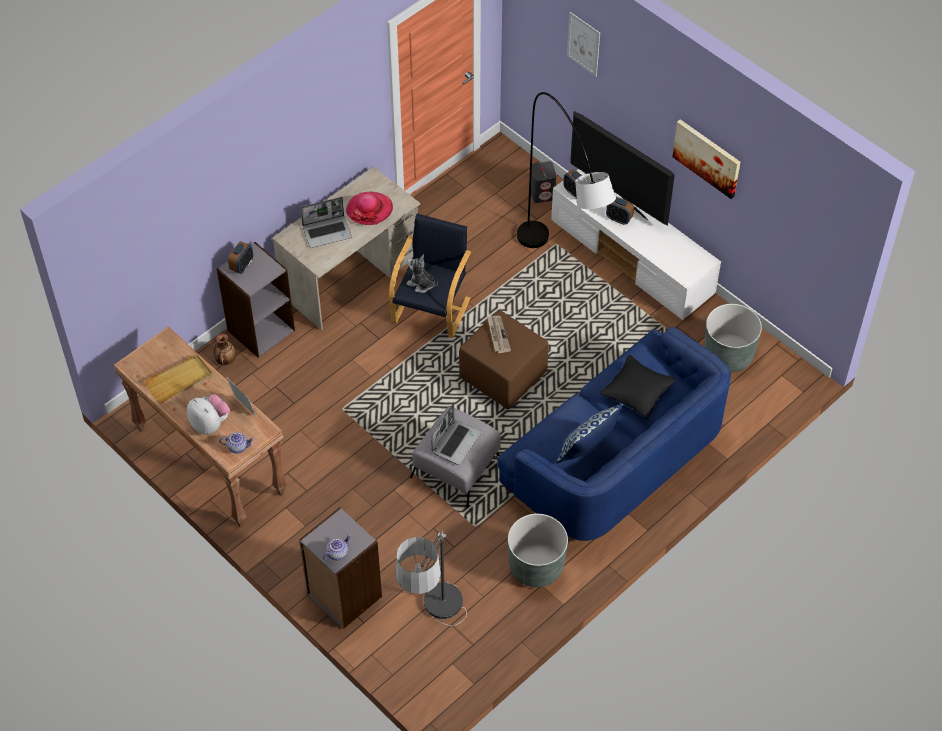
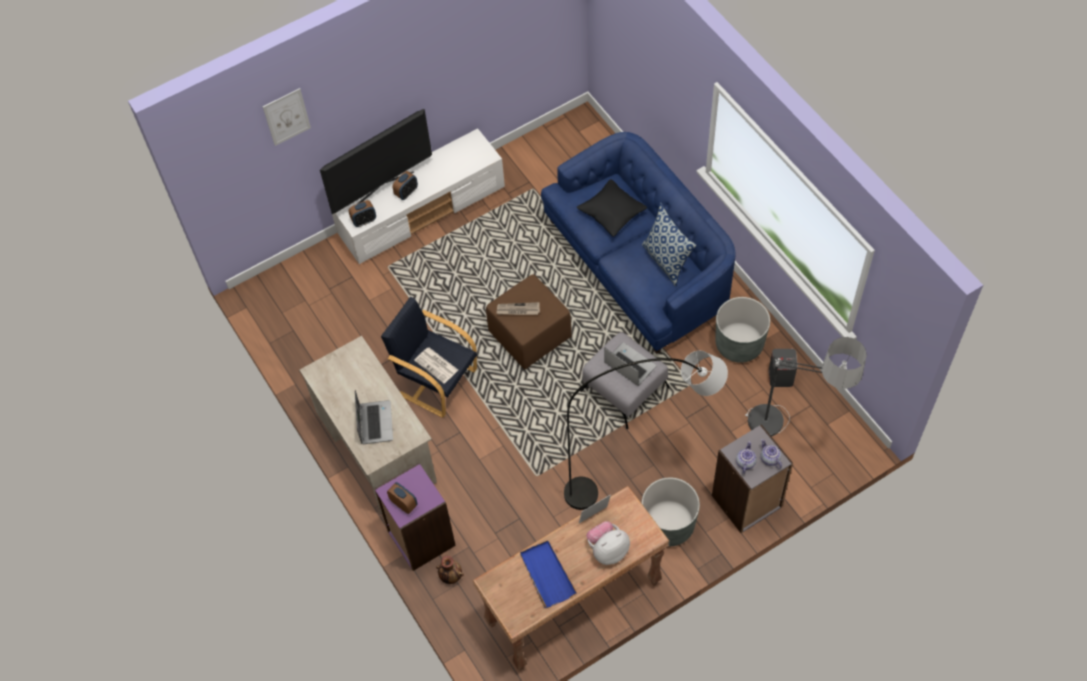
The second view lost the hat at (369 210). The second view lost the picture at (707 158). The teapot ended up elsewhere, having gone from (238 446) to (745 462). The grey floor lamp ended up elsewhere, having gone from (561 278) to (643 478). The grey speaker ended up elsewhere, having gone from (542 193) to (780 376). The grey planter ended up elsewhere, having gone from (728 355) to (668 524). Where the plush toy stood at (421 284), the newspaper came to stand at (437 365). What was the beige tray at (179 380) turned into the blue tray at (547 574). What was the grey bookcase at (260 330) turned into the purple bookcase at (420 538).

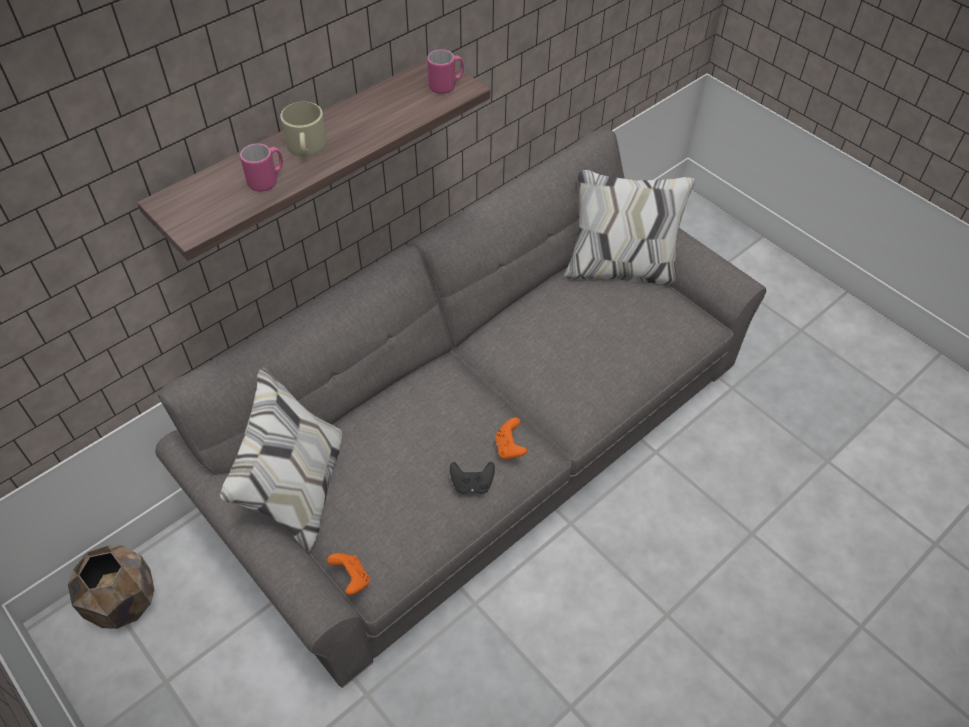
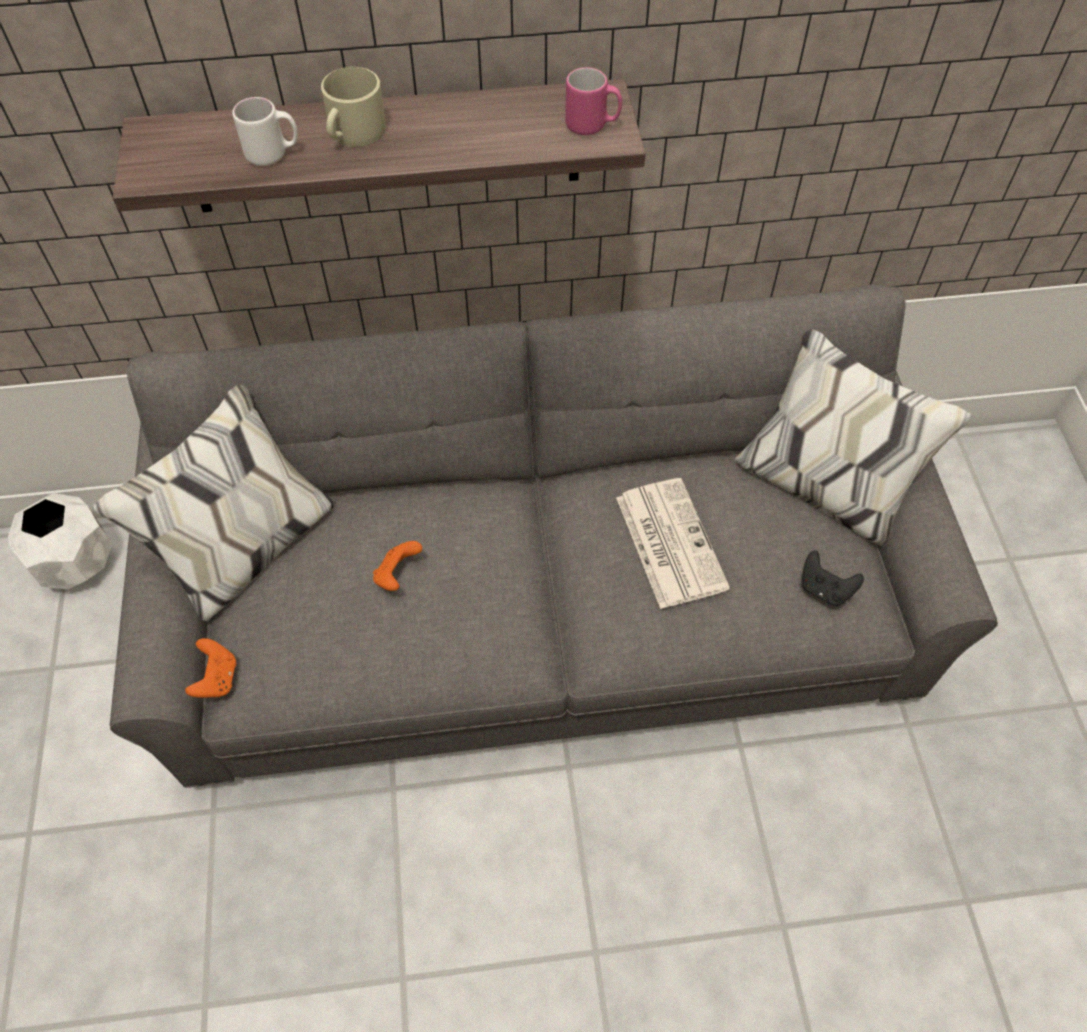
The second view gained the newspaper at (669 541). The black game controller ended up elsewhere, having gone from (472 485) to (824 589). The orange game controller ended up elsewhere, having gone from (509 448) to (397 575). What was the brown planter at (122 601) turned into the white planter at (76 562). What was the pink mug at (267 180) turned into the white mug at (273 154).

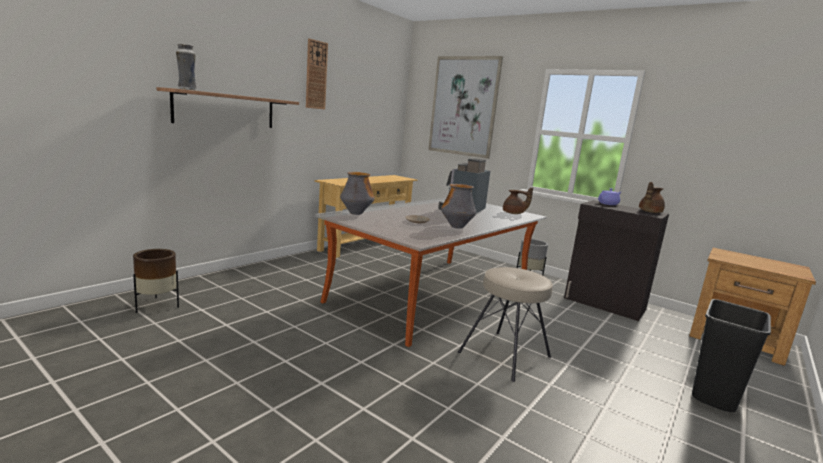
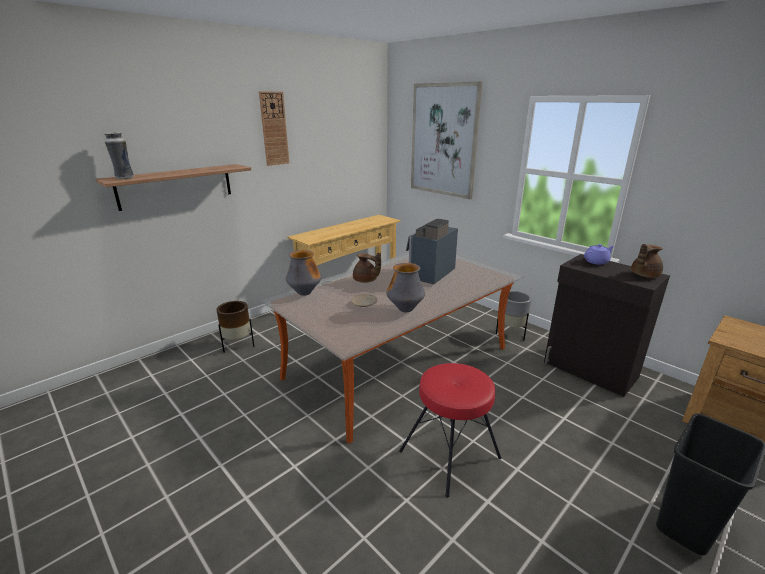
The brown planter ended up elsewhere, having gone from (157 305) to (238 345). The brown teapot ended up elsewhere, having gone from (514 213) to (366 280). What was the beige stool at (505 355) turned into the red stool at (450 455).

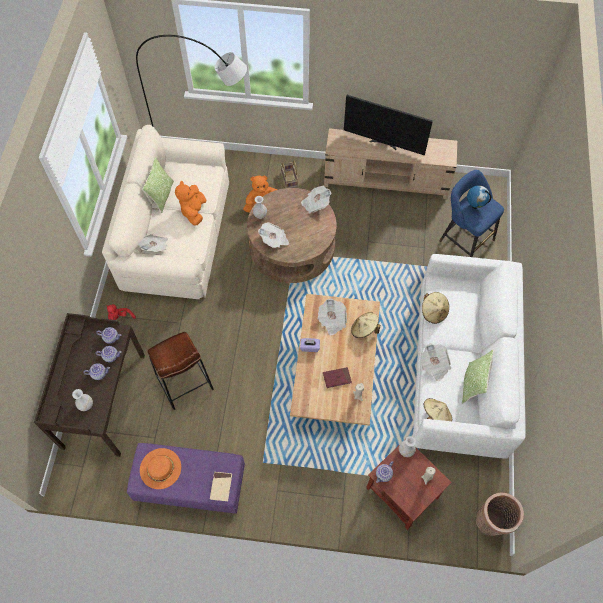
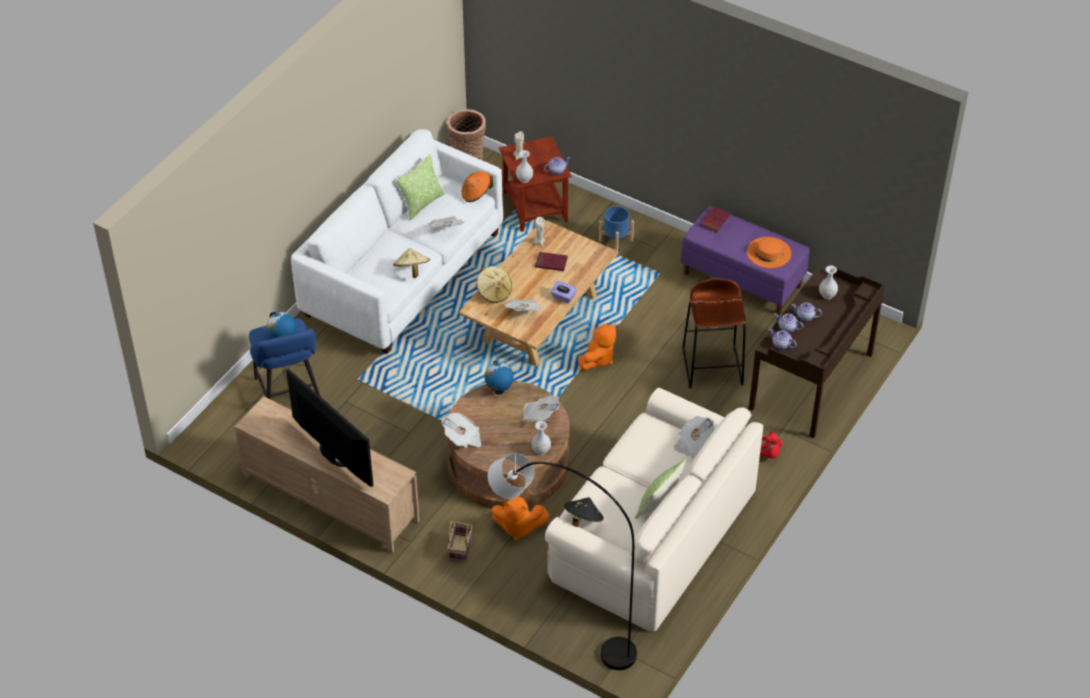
The second view gained the globe at (499 391). The second view gained the black hat at (583 520). The second view gained the blue planter at (616 240). The orange plush toy ended up elsewhere, having gone from (194 211) to (597 359). What was the beige book at (221 486) turned into the red book at (714 221). What was the beige hat at (435 415) turned into the orange hat at (476 194).

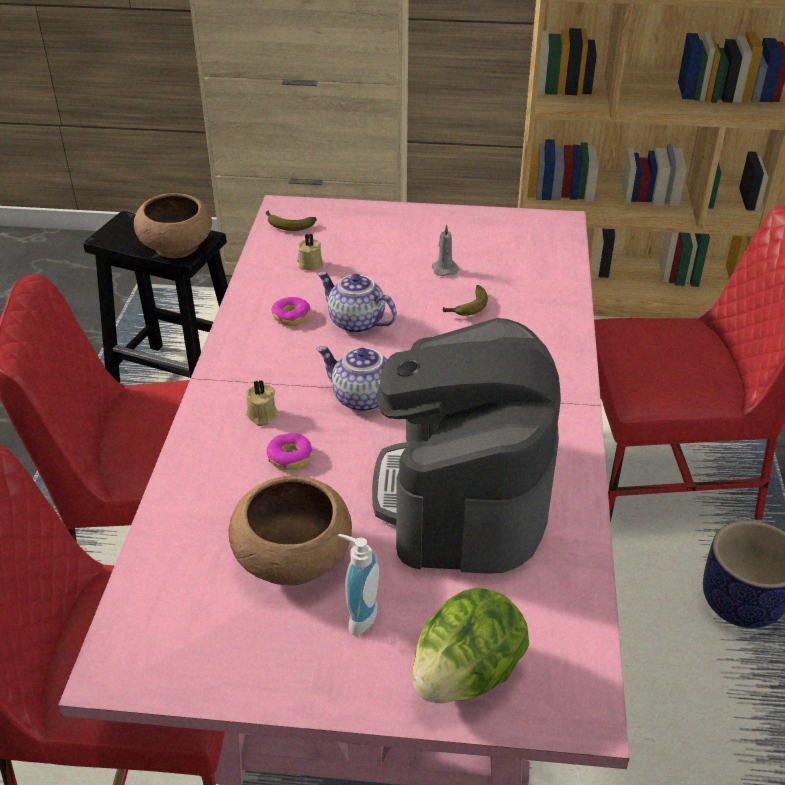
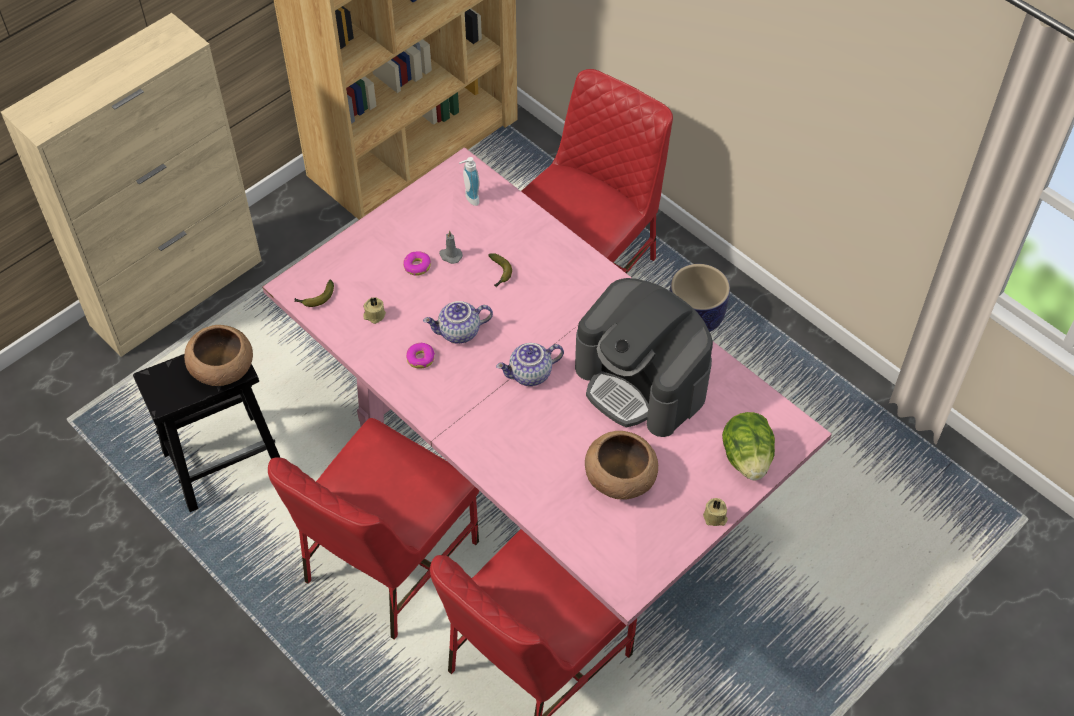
The beige candle ended up elsewhere, having gone from (261 415) to (715 518). The donut ended up elsewhere, having gone from (290 457) to (417 266). The soap dispenser ended up elsewhere, having gone from (358 616) to (469 198).

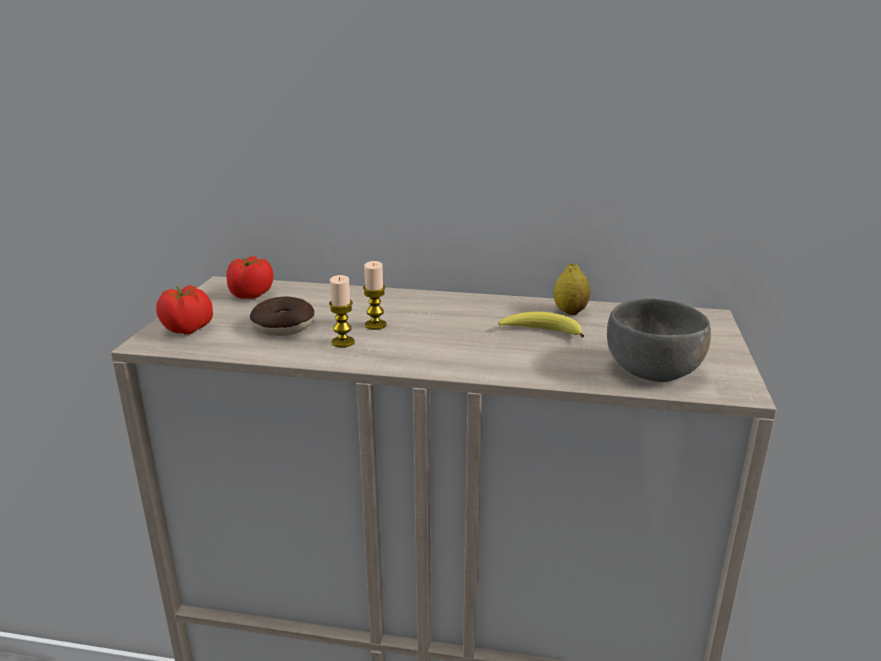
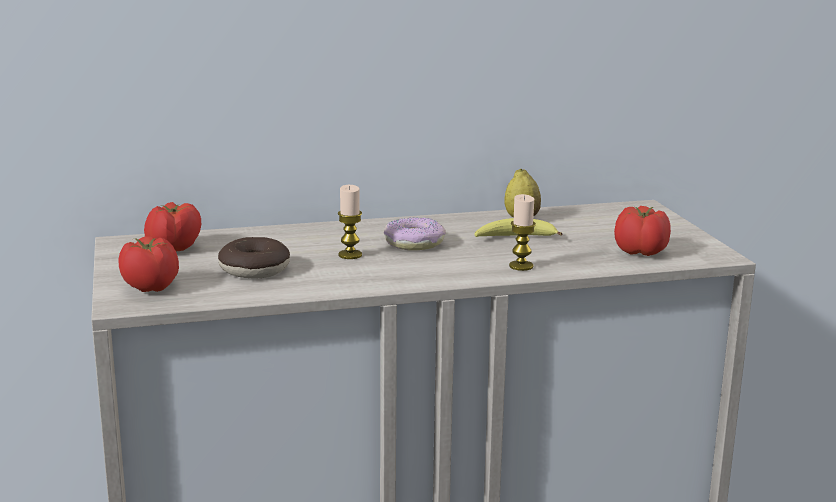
The second view gained the donut at (414 243). The candle ended up elsewhere, having gone from (343 342) to (521 266). Where the grey bowl stood at (654 371), the tomato came to stand at (641 252).

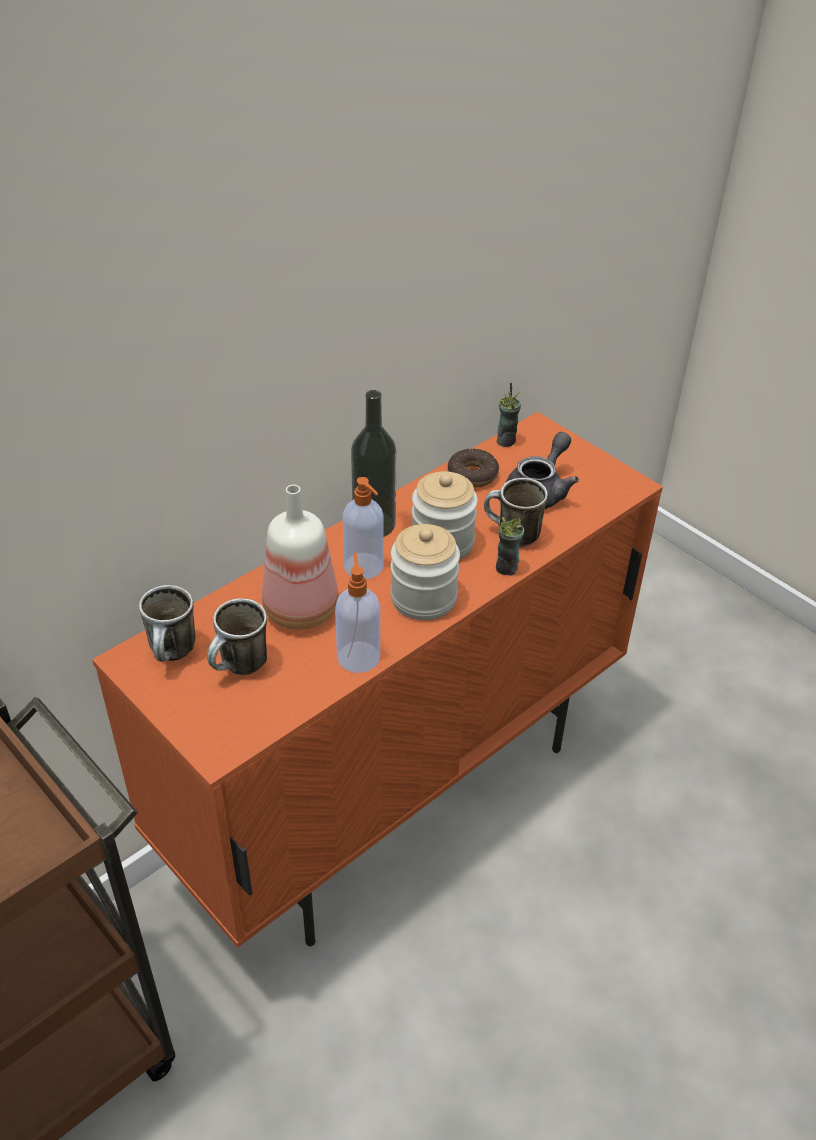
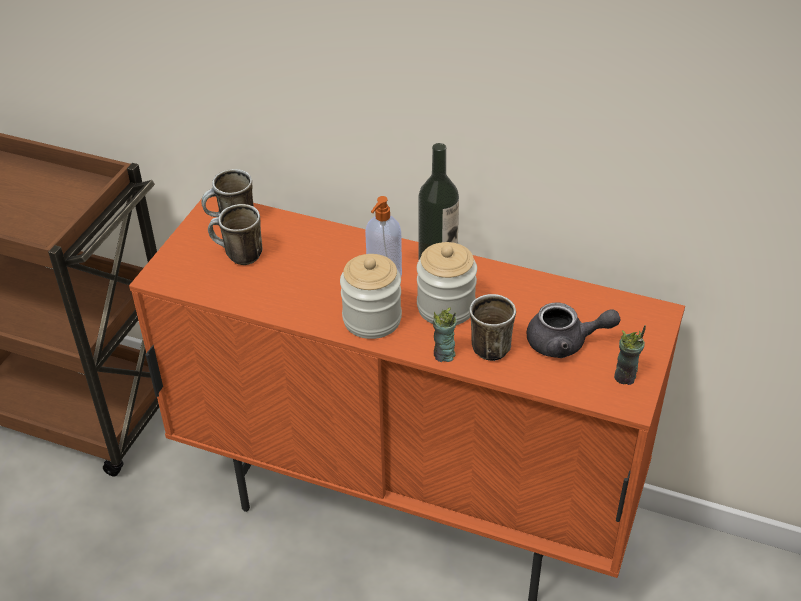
The second view lost the bottle at (303 611). The second view lost the soap dispenser at (358 656). The second view lost the donut at (472 475). The cup ended up elsewhere, having gone from (506 441) to (625 377).

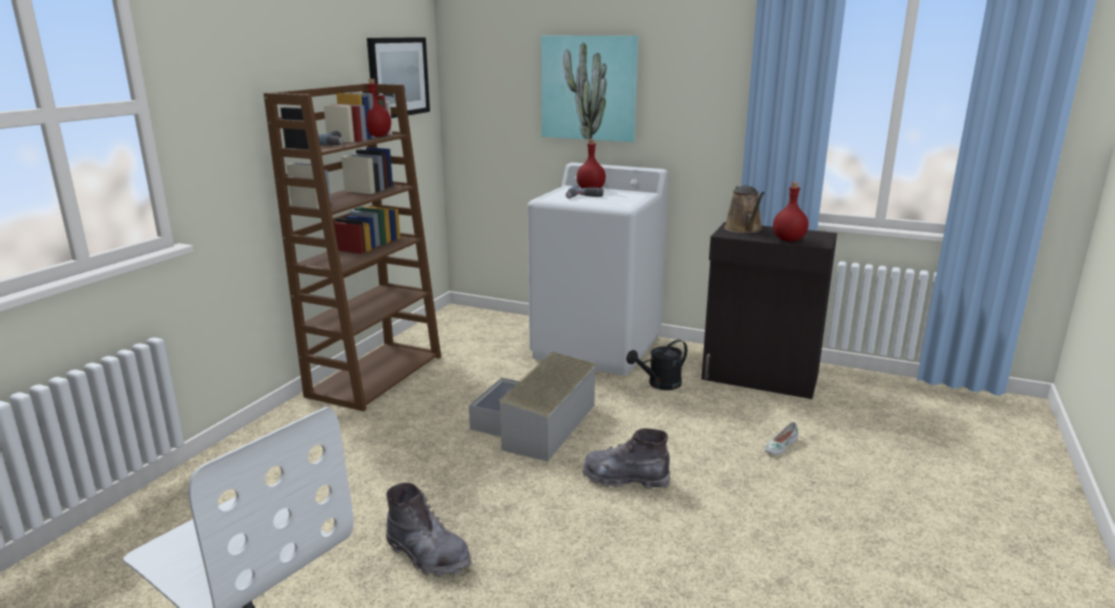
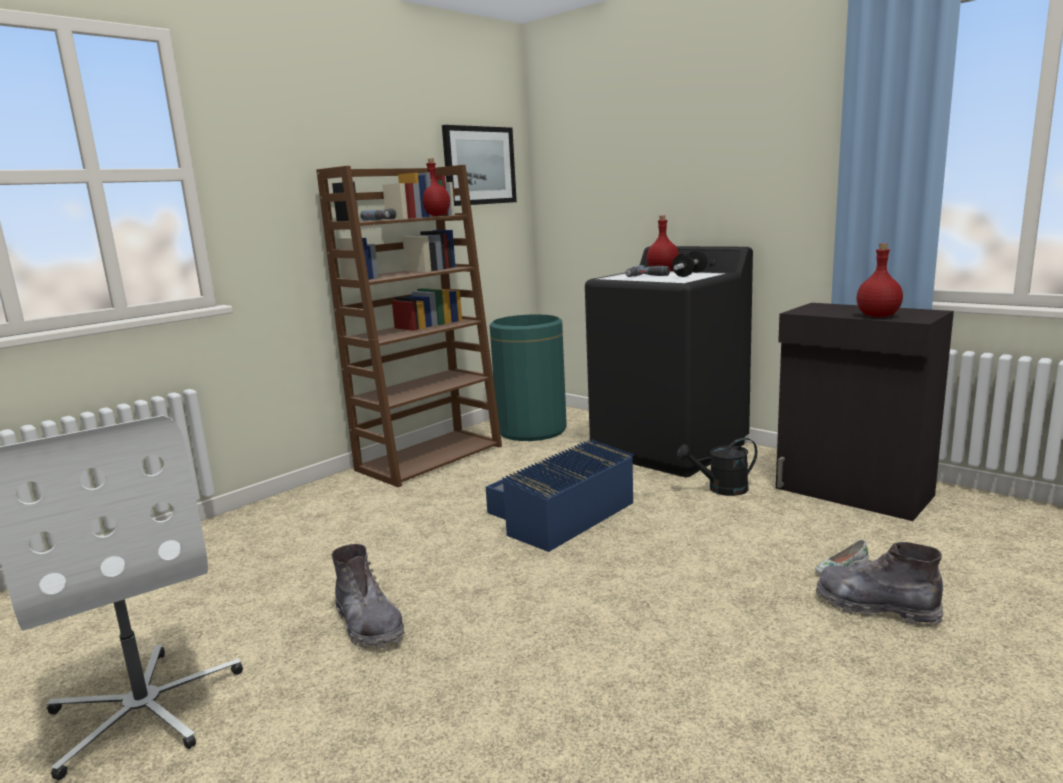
The second view lost the picture at (588 88). The second view lost the brown watering can at (744 229). The second view gained the green trash can at (531 430). The second view gained the dumbbell at (690 274). The grey boot ended up elsewhere, having gone from (625 479) to (876 607). What was the grey storage box at (535 424) turned into the blue storage box at (557 515). What was the white washing machine at (597 348) turned into the black washing machine at (669 449).

